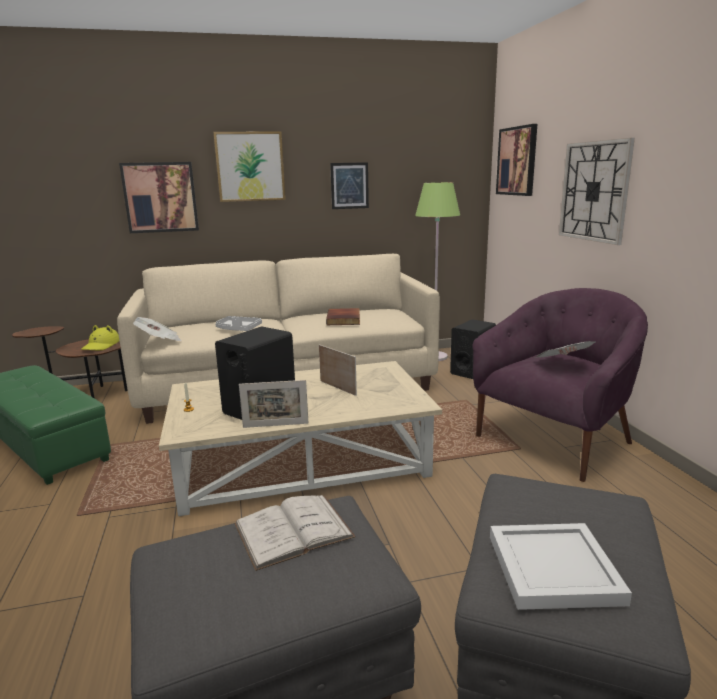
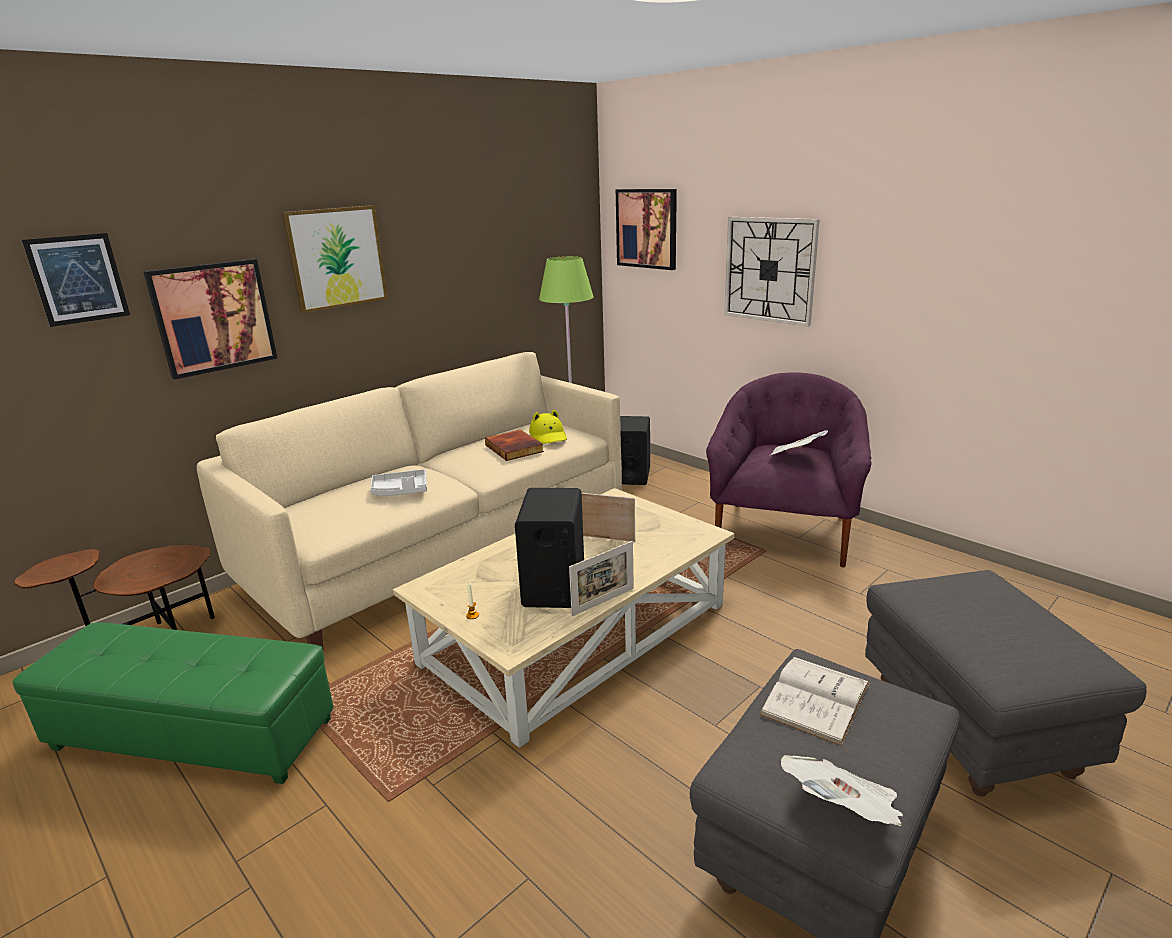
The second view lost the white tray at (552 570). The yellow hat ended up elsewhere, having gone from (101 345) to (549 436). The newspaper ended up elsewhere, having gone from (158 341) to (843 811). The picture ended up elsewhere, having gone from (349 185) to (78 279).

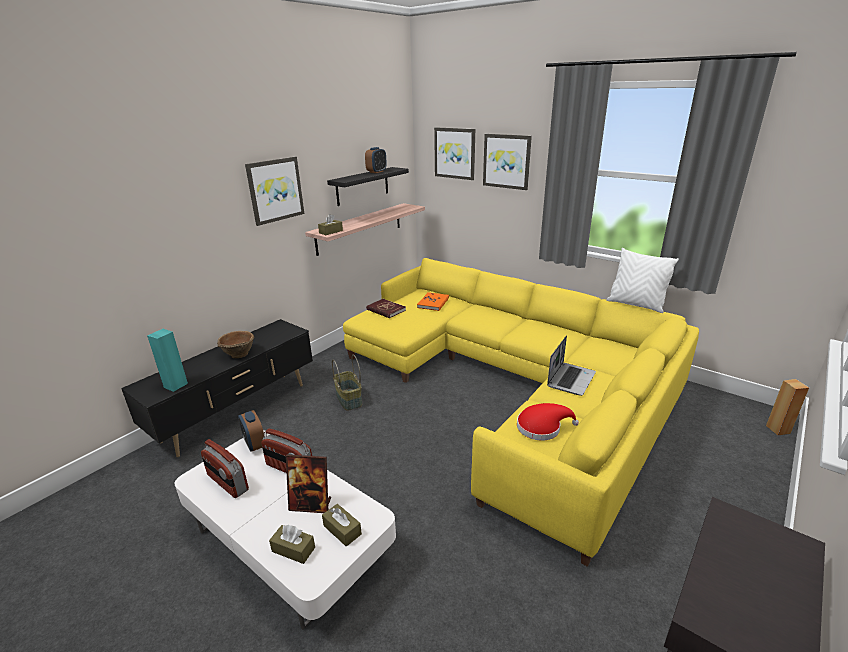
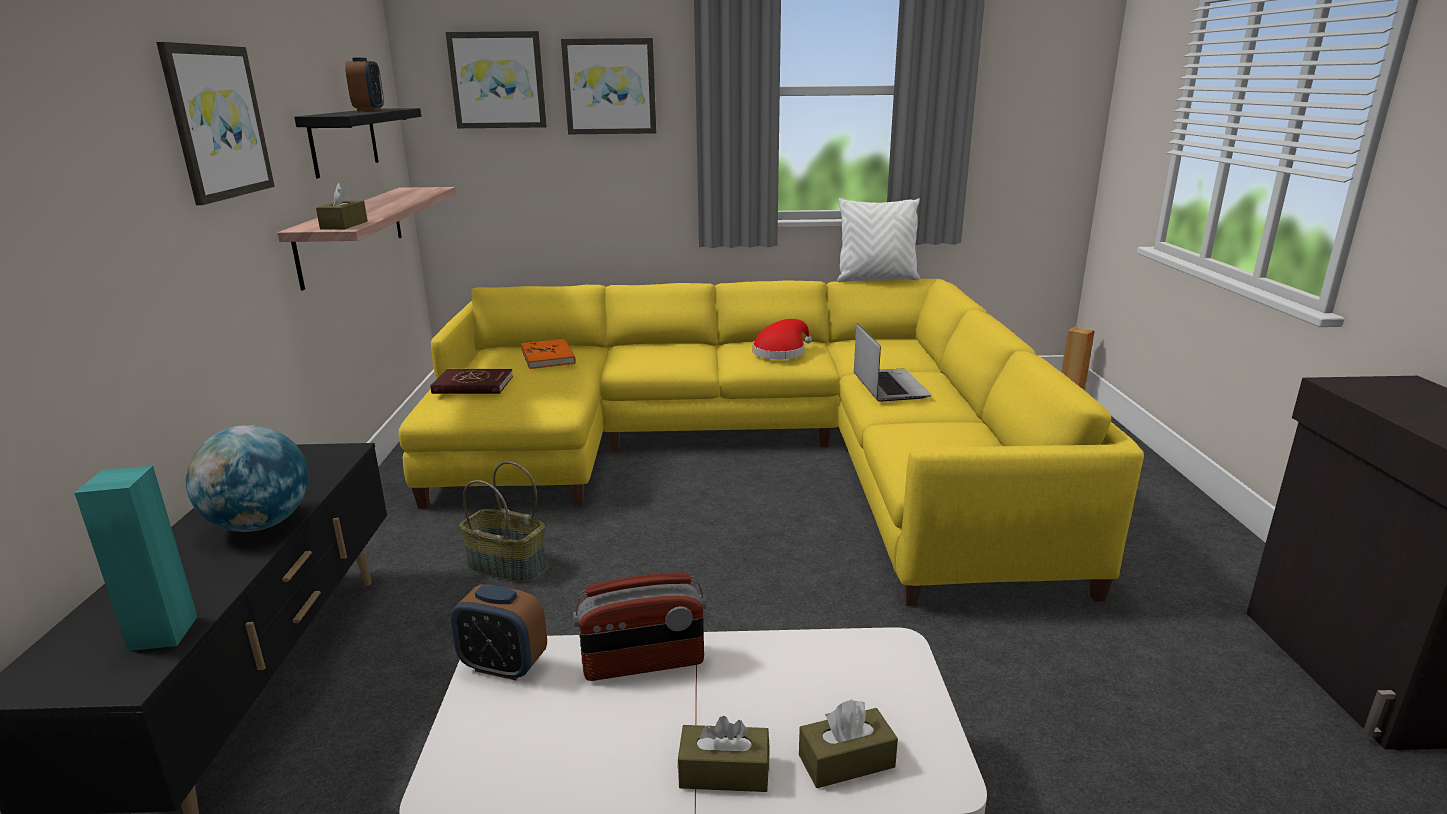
The second view lost the radio at (227 483). The second view lost the picture frame at (311 504). The brown tissue box ended up elsewhere, having gone from (342 530) to (724 772). The red hat ended up elsewhere, having gone from (542 427) to (781 352). Where the brown bowl stood at (239 354), the globe came to stand at (260 524).

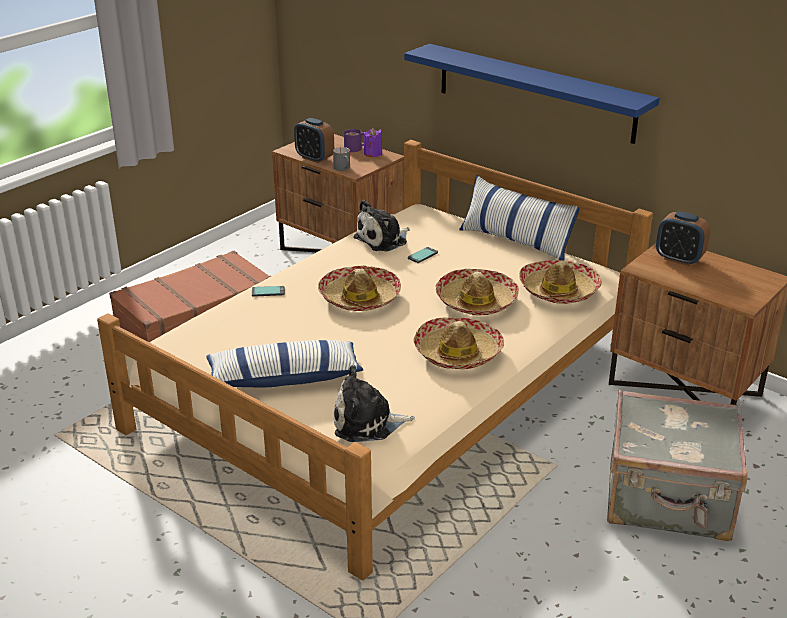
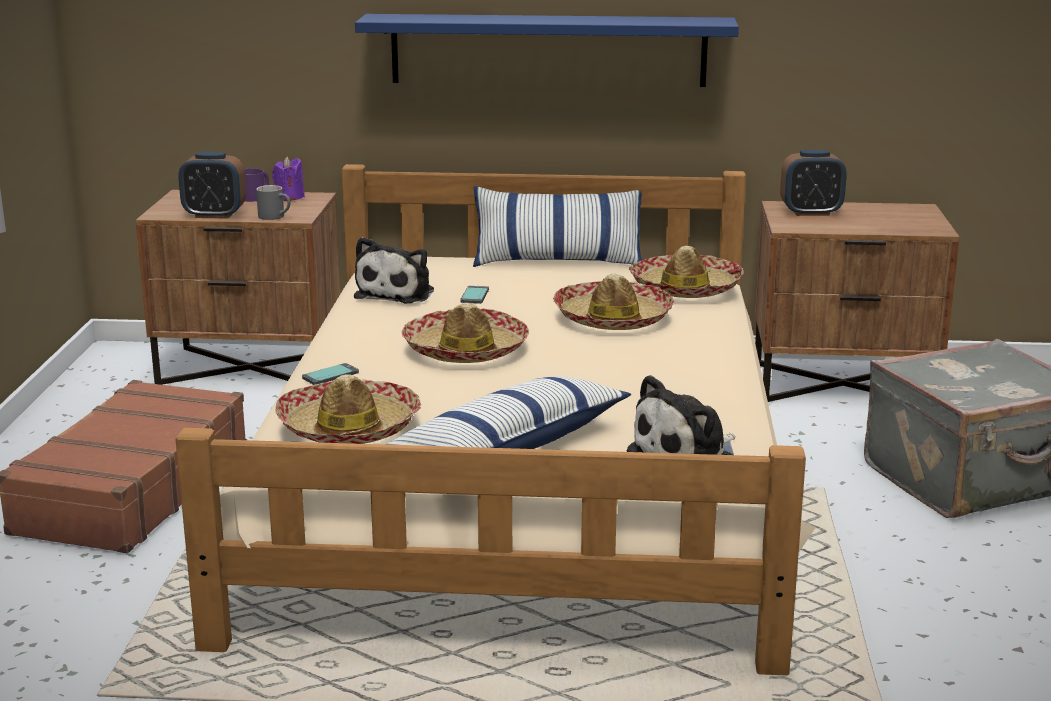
The hat ended up elsewhere, having gone from (458 353) to (349 428).

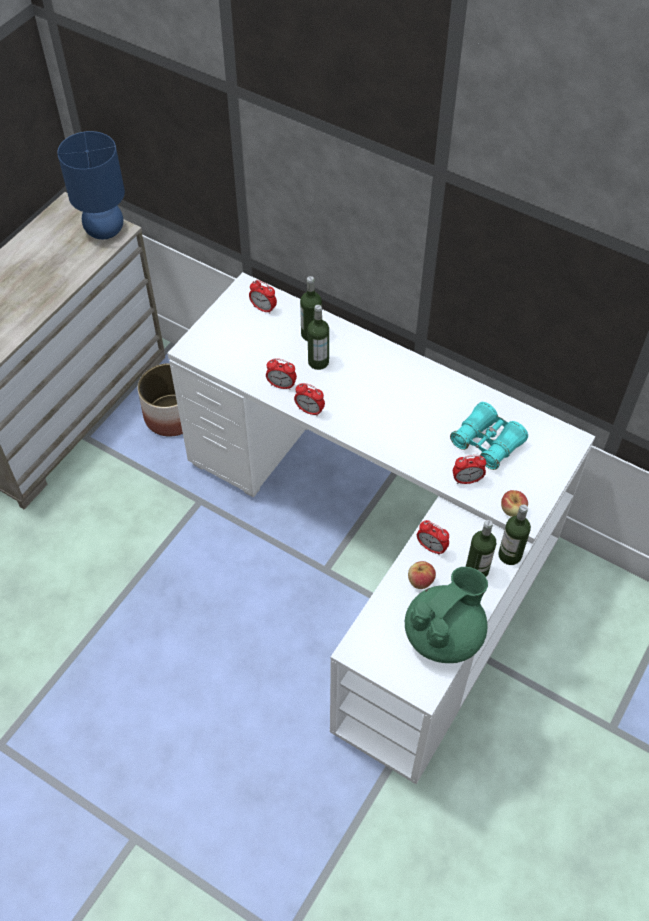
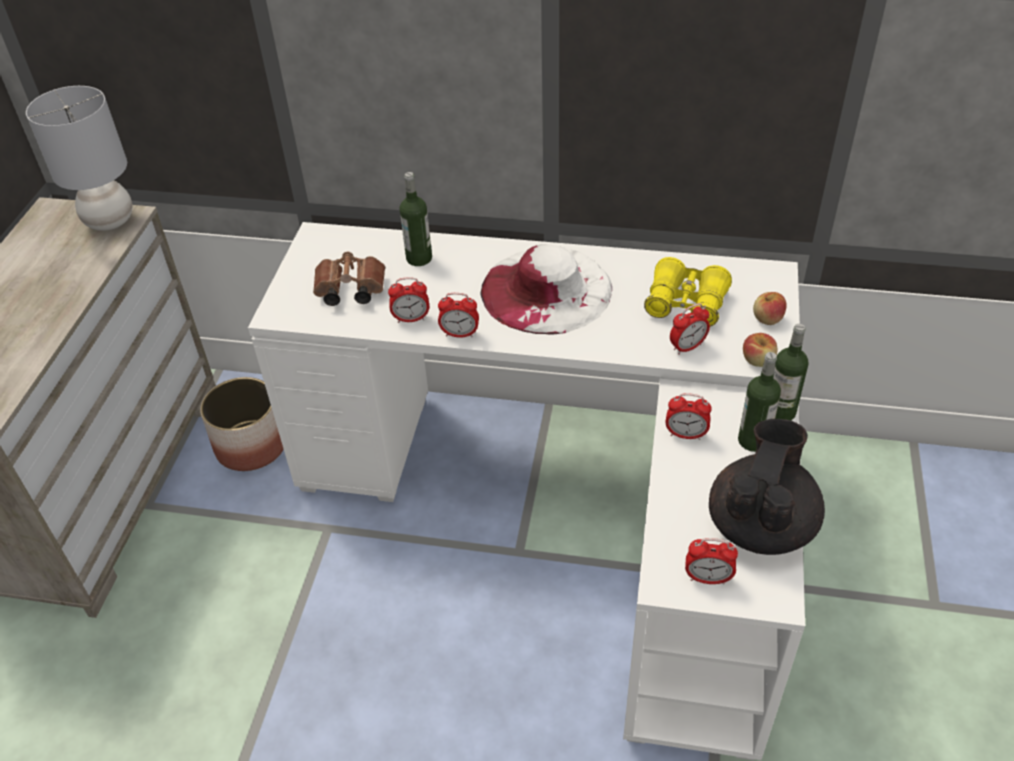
The second view lost the bottle at (318 362). The second view gained the brown binoculars at (348 291). The second view gained the white hat at (546 290). The alarm clock ended up elsewhere, having gone from (263 308) to (708 578). The apple ended up elsewhere, having gone from (420 580) to (767 319). What was the blue table lamp at (105 231) turned into the grey table lamp at (110 221). What was the green teapot at (444 634) turned into the black teapot at (761 524). What was the turquoise binoculars at (487 443) turned into the yellow binoculars at (686 303).

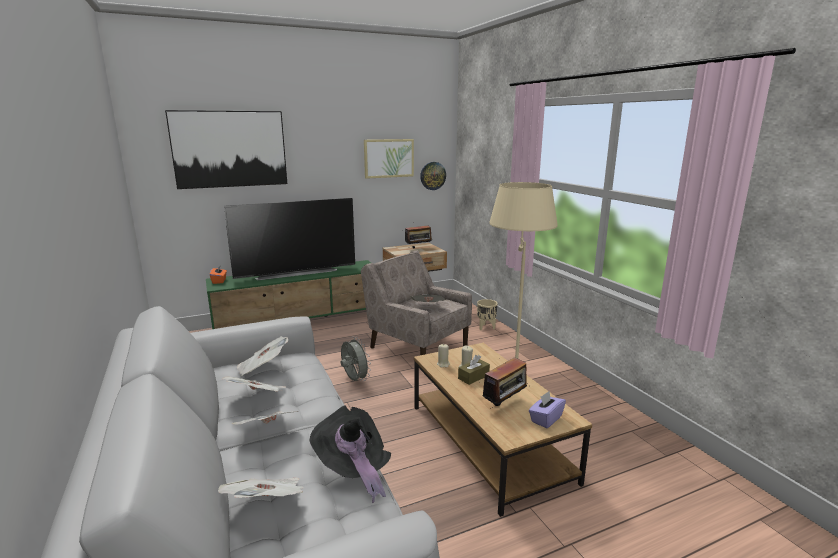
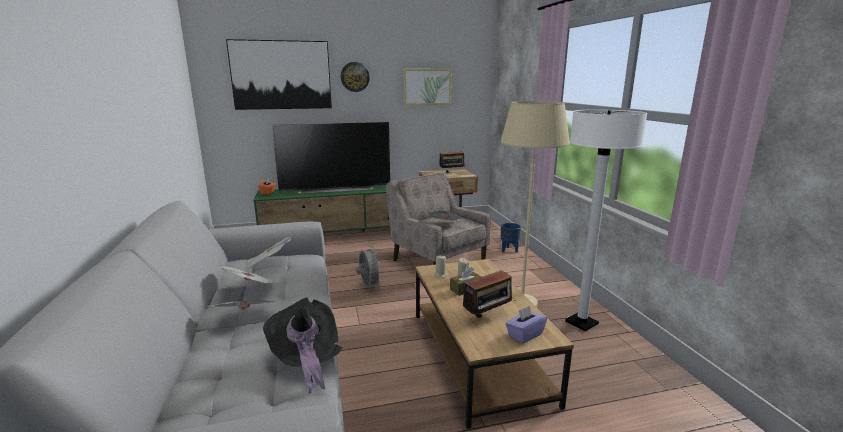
The second view lost the newspaper at (268 504). The second view gained the white floor lamp at (581 323). The wall clock ended up elsewhere, having gone from (432 176) to (355 77). What was the beige planter at (485 327) turned into the blue planter at (508 250).

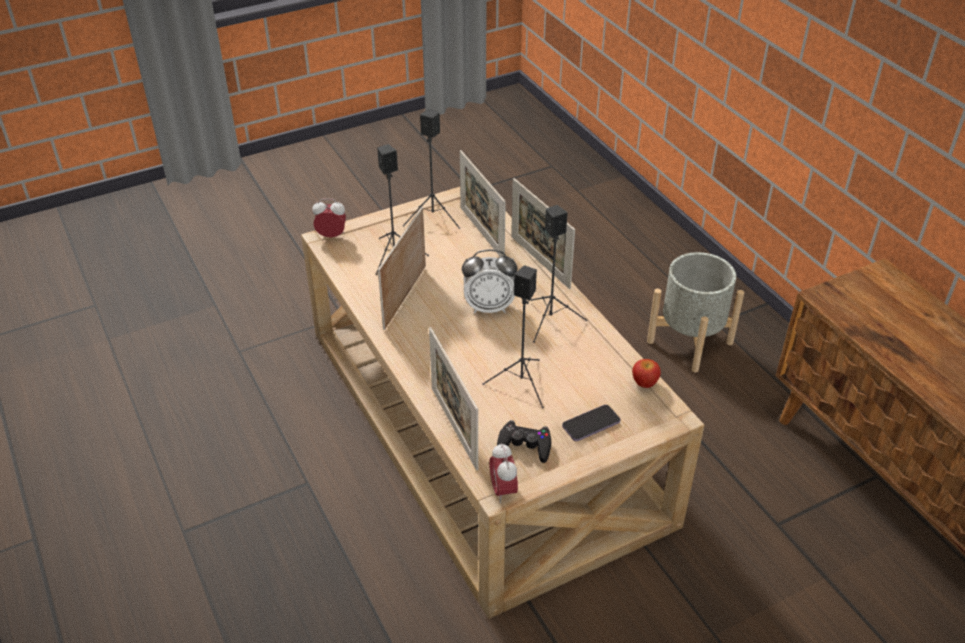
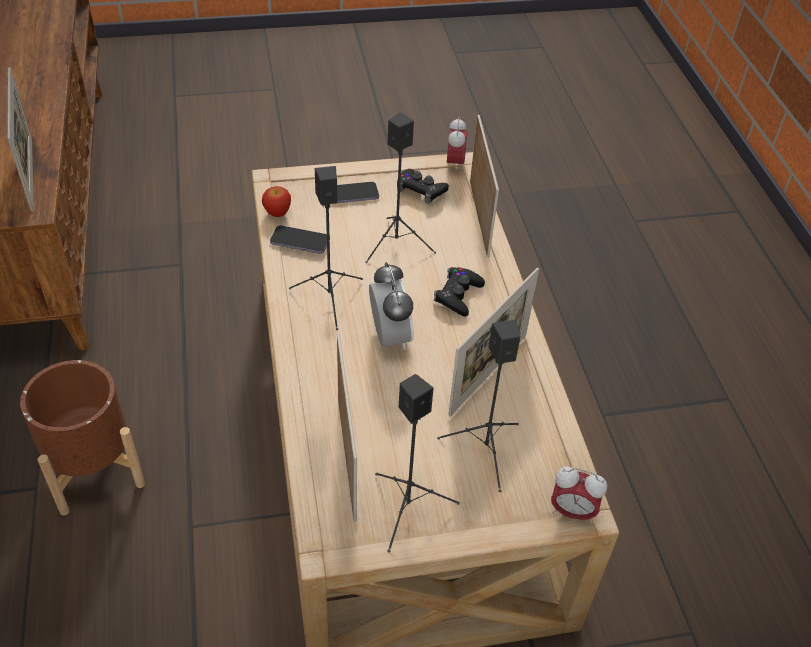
The second view gained the phone at (300 241). The second view gained the black game controller at (458 295). The picture frame ended up elsewhere, having gone from (540 262) to (31 173). What was the grey planter at (689 342) turned into the brown planter at (94 469). The alarm clock at (489 307) ended up facing another way, 60 degrees clockwise from before.

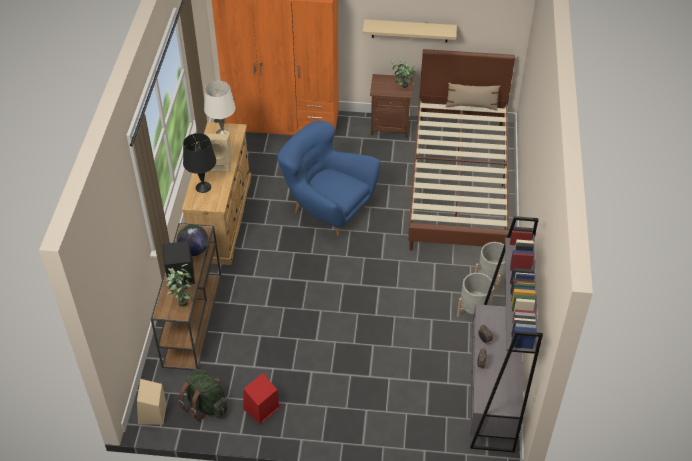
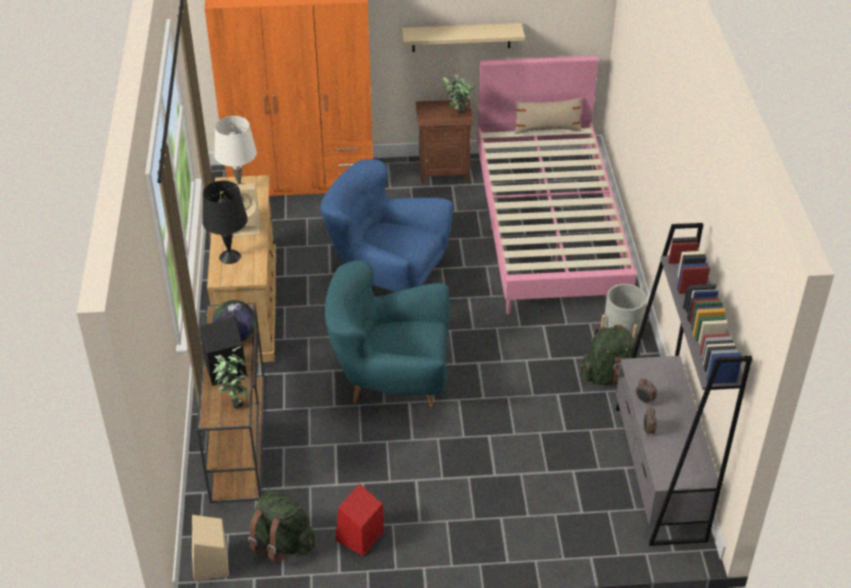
The second view gained the turquoise armchair at (392 381). Where the grey planter stood at (474 310), the green backpack came to stand at (609 376). What was the brown bed at (458 183) turned into the pink bed at (548 227).

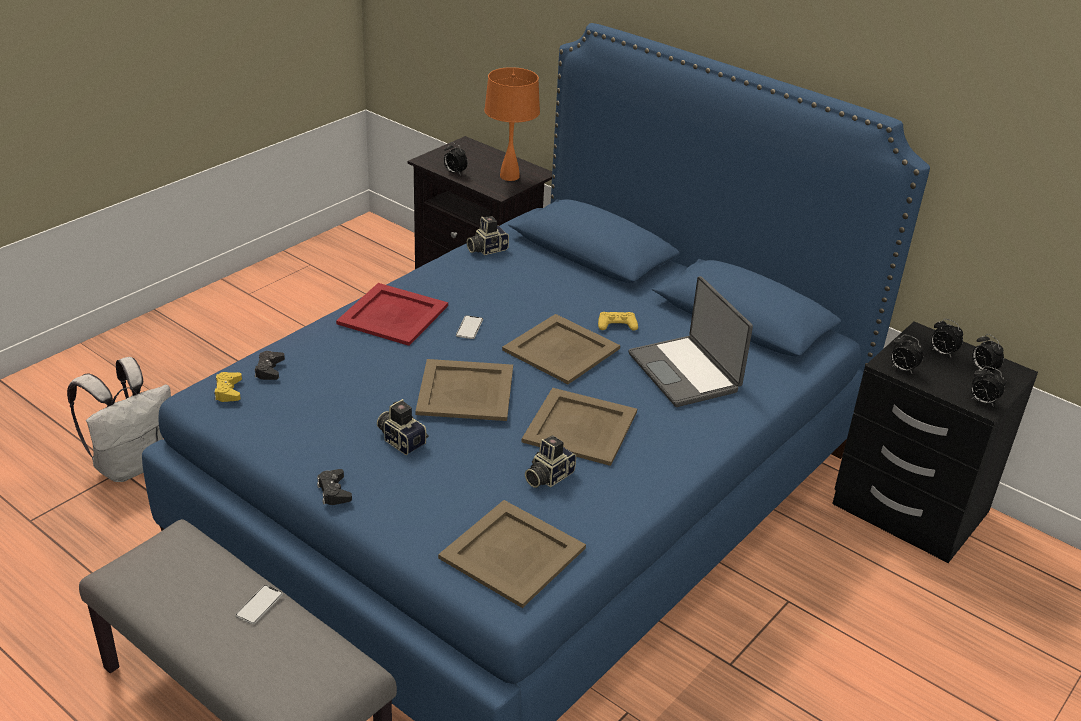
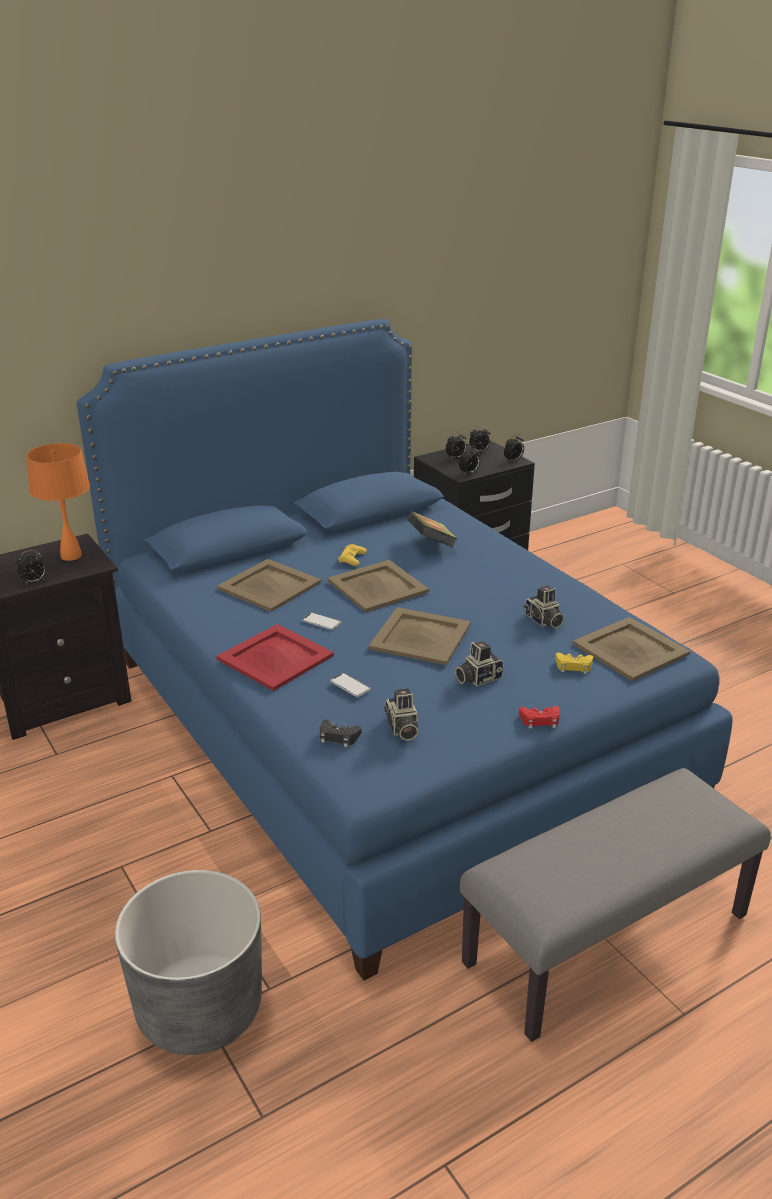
The yellow game controller ended up elsewhere, having gone from (228 391) to (573 666). The phone ended up elsewhere, having gone from (259 605) to (350 686). The photo camera ended up elsewhere, having gone from (486 249) to (401 728). The beige tray ended up elsewhere, having gone from (580 427) to (270 585). Where the white backpack stood at (130 464), the grey planter came to stand at (199 1009). Where the laptop stood at (685 372), the book came to stand at (431 545). What was the black game controller at (334 491) turned into the red game controller at (540 720).

